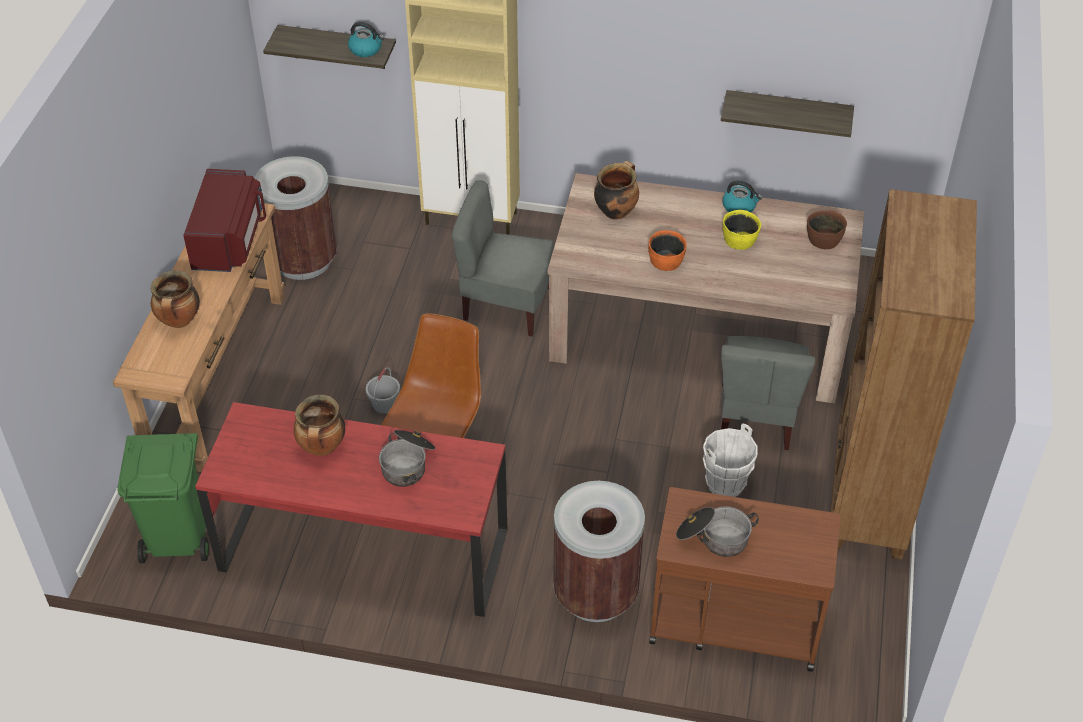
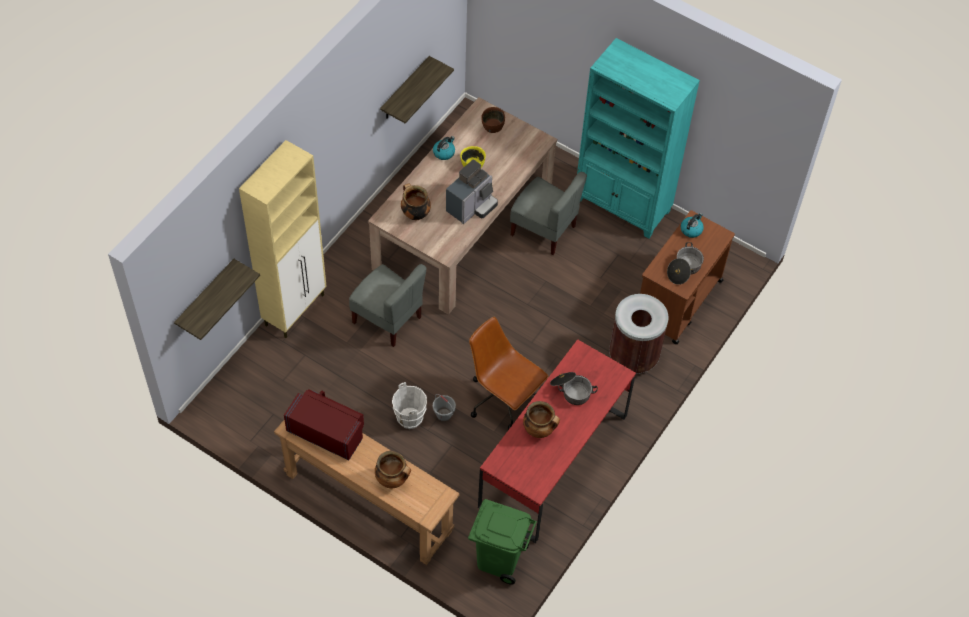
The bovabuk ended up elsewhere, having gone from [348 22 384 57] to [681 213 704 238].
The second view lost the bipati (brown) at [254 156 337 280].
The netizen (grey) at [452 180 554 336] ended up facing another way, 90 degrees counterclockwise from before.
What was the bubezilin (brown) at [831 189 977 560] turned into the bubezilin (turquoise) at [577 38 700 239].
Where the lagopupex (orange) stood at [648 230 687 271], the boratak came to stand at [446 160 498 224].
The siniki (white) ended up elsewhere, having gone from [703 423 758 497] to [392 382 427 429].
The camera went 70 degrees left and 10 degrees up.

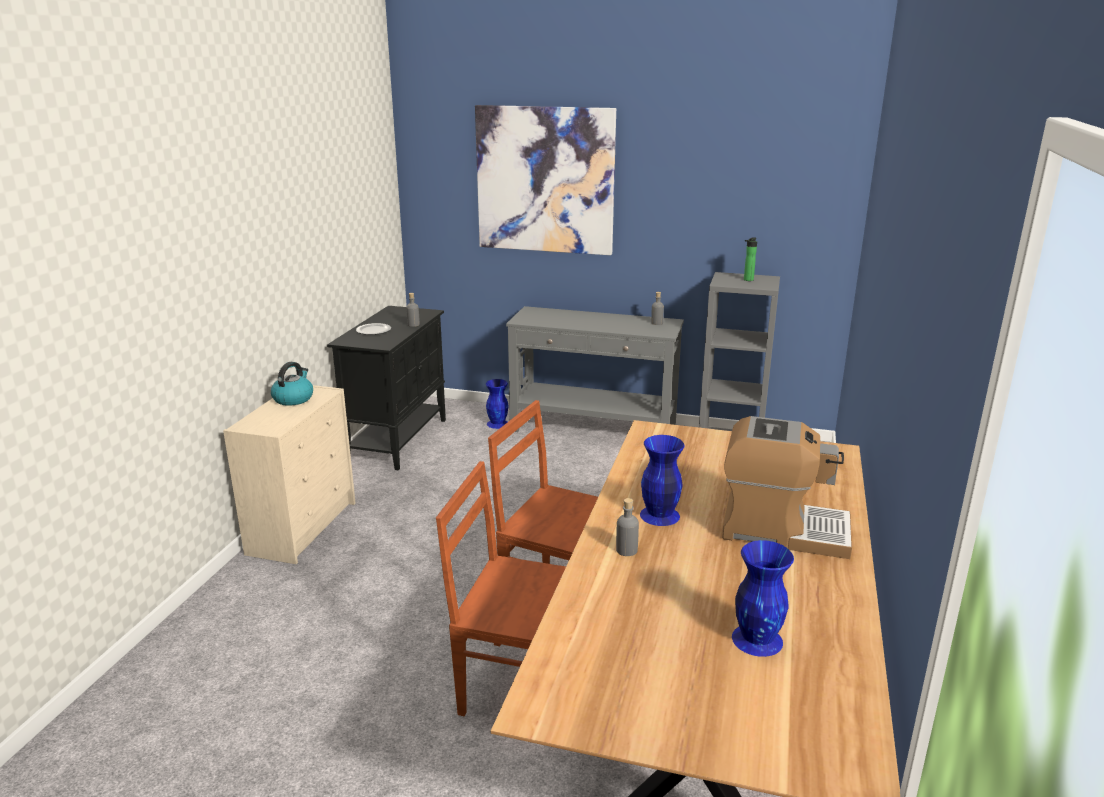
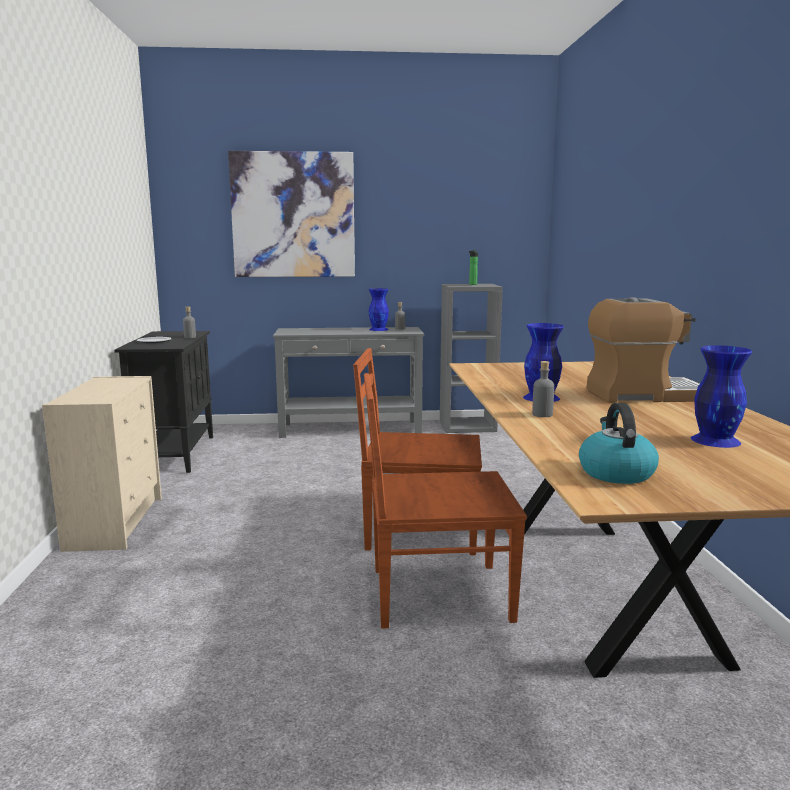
The bovabuk ended up elsewhere, having gone from [271 362 313 406] to [579 403 659 484].
The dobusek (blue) ended up elsewhere, having gone from [486 379 509 429] to [369 288 389 331].
The camera went 20 degrees left and 10 degrees down.

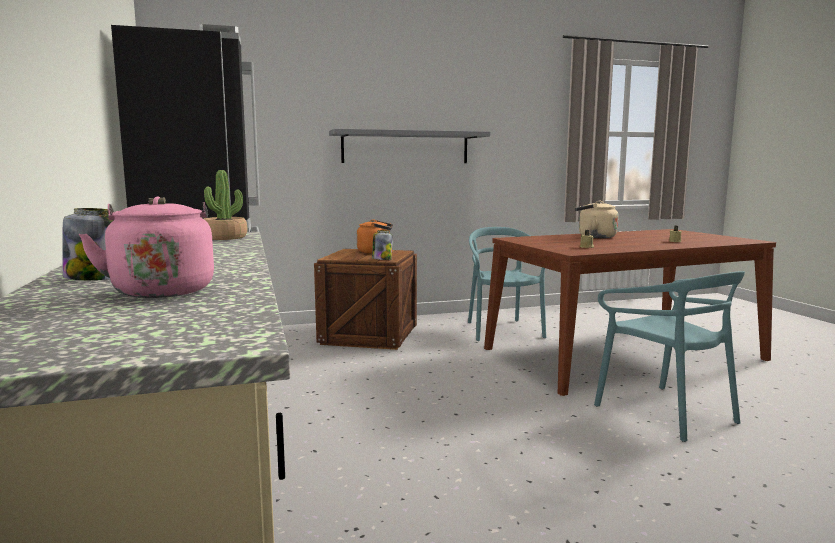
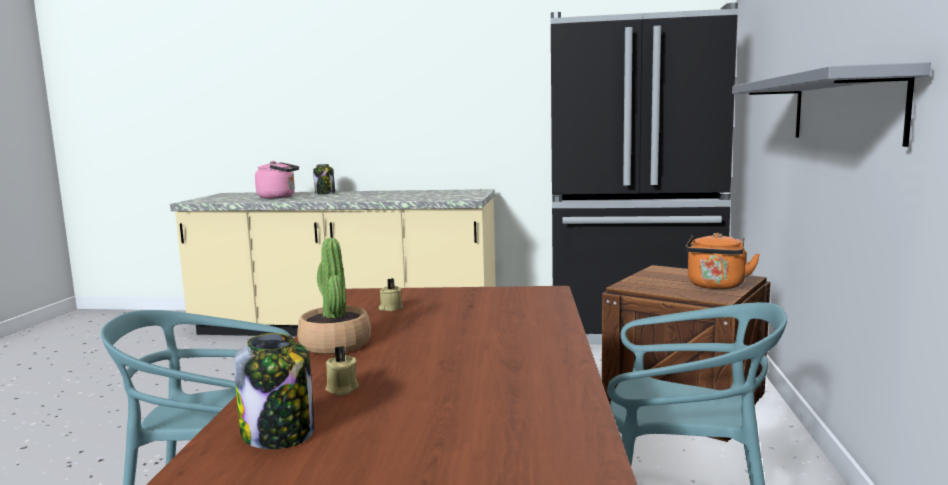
The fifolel ended up elsewhere, having gone from [204 170 248 240] to [297 238 371 354].
The second view lost the bovabuk (beige) at [575 201 619 238].
The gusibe ended up elsewhere, having gone from [372 230 393 260] to [234 333 314 449].
The camera went 115 degrees right and 0 degrees up.

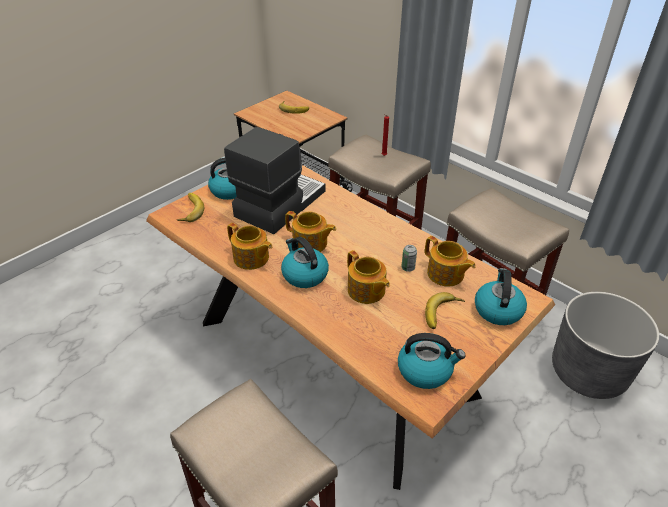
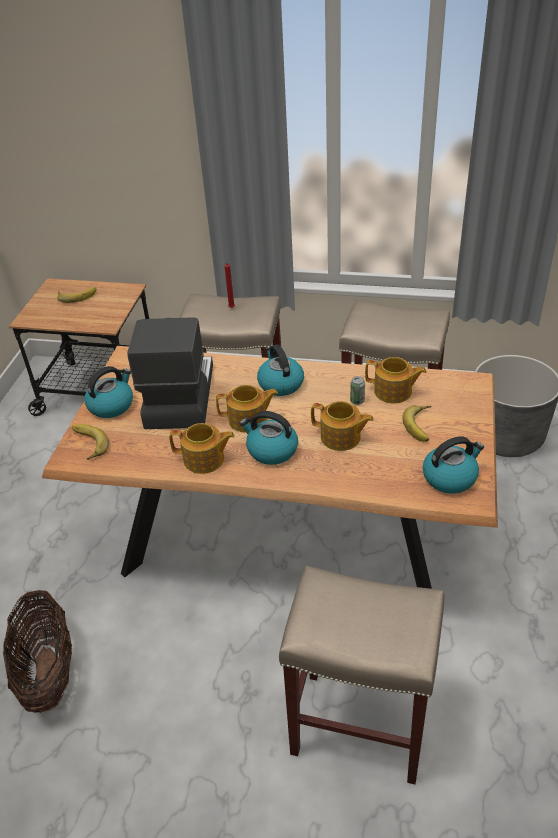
The bovabuk ended up elsewhere, having gone from [475 268 527 325] to [257 344 304 396].
The second view gained the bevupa at [2 590 72 713].
The camera went 30 degrees left and 0 degrees up.

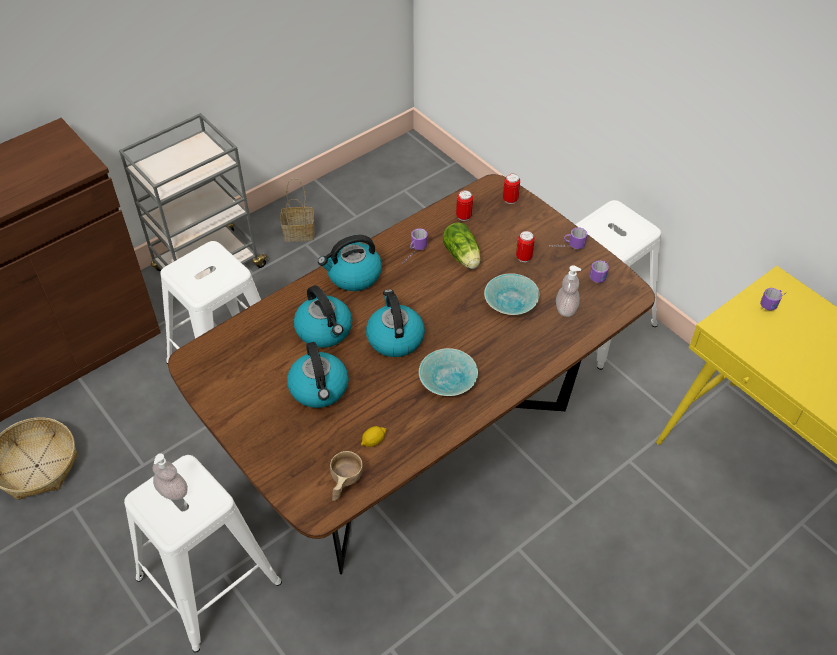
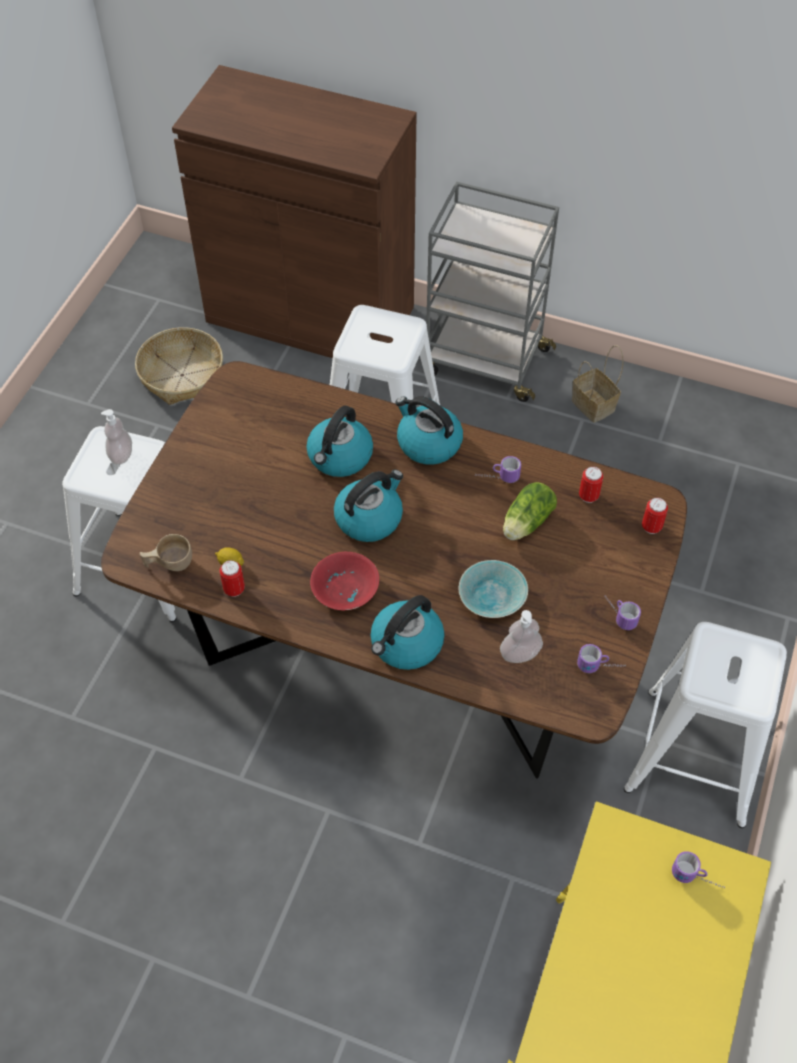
The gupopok ended up elsewhere, having gone from [516 231 535 262] to [219 560 245 597].
The bovabuk ended up elsewhere, having gone from [287 342 349 408] to [371 595 445 670].
What was the lagopupex (turquoise) at [419 348 478 396] turned into the lagopupex (red) at [310 552 379 610].
The camera went 60 degrees right and 5 degrees up.

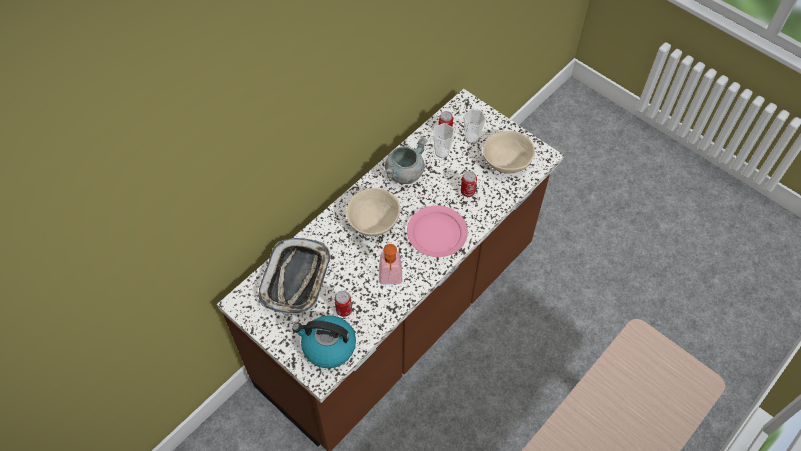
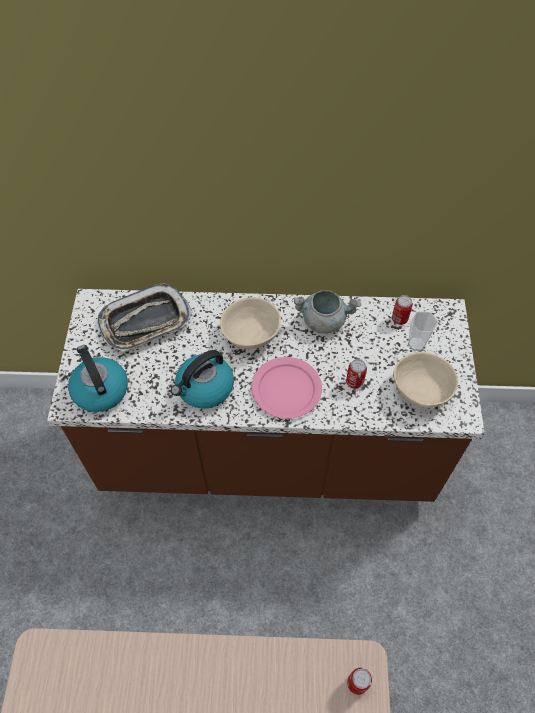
The second view lost the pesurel at [433 123 454 158].
Where the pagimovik stood at [379 244 402 285], the bovabuk came to stand at [171 350 234 409].
The gupopok ended up elsewhere, having gone from [334 291 352 317] to [347 668 372 695].
The camera went 50 degrees right and 0 degrees up.

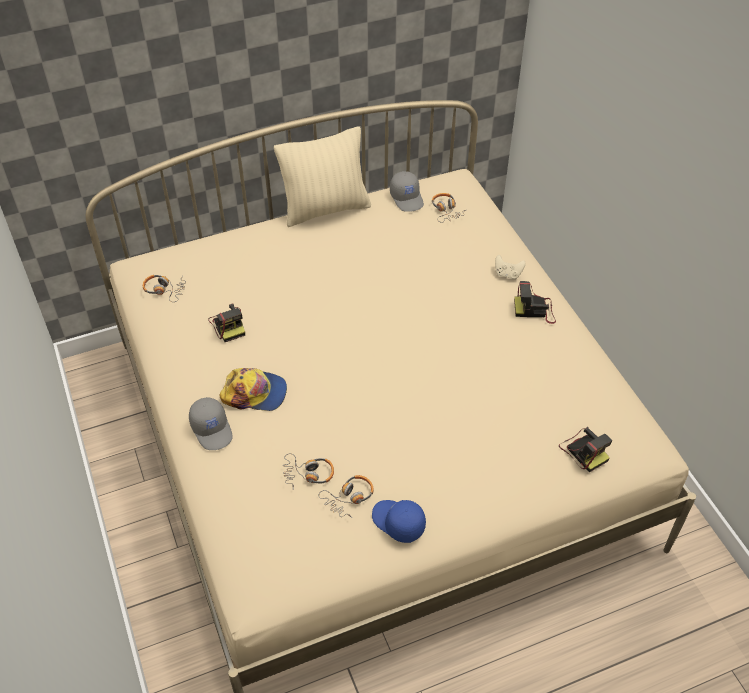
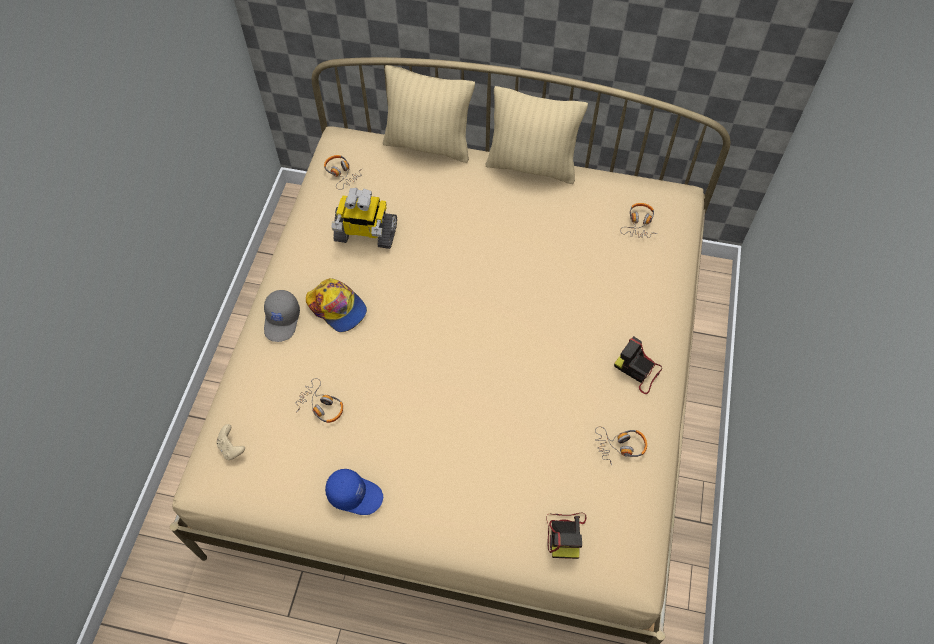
The second view lost the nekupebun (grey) at [390 171 424 212].
The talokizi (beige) ended up elsewhere, having gone from [495 255 526 279] to [216 424 245 460].
Where the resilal stood at [208 303 245 342], the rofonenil came to stand at [332 188 397 249].
The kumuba ended up elsewhere, having gone from [319 475 374 518] to [595 427 647 466].
The nekupebun (blue) at [372 500 426 543] ended up facing another way, 120 degrees clockwise from before.
The second view gained the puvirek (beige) at [383 65 475 163].
The camera went 35 degrees right and 10 degrees up.

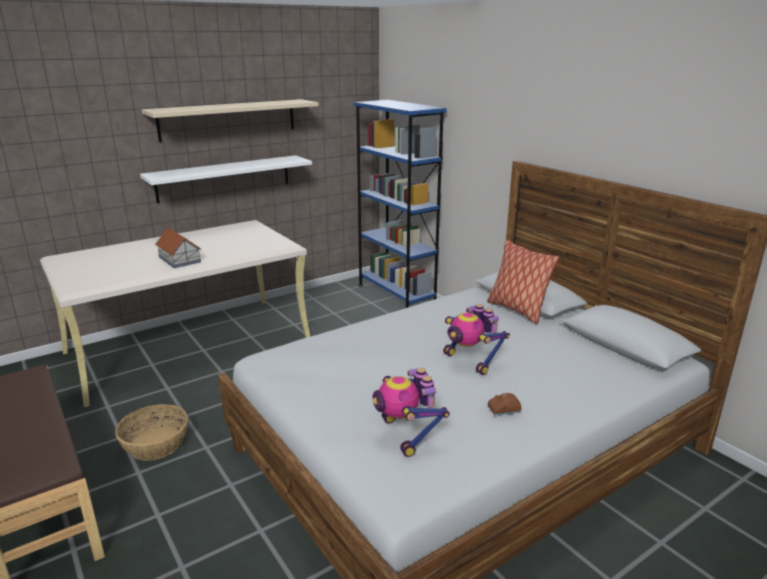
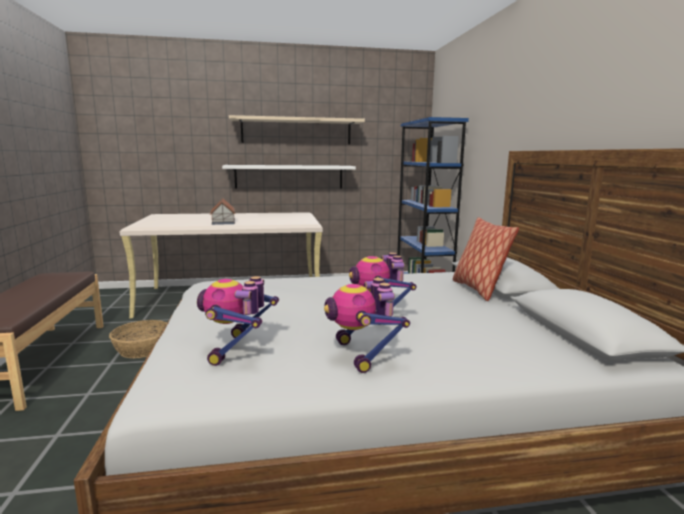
Where the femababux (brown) stood at [488 393 522 416], the rofonenil came to stand at [324 278 410 373].
The camera went 25 degrees right and 10 degrees down.

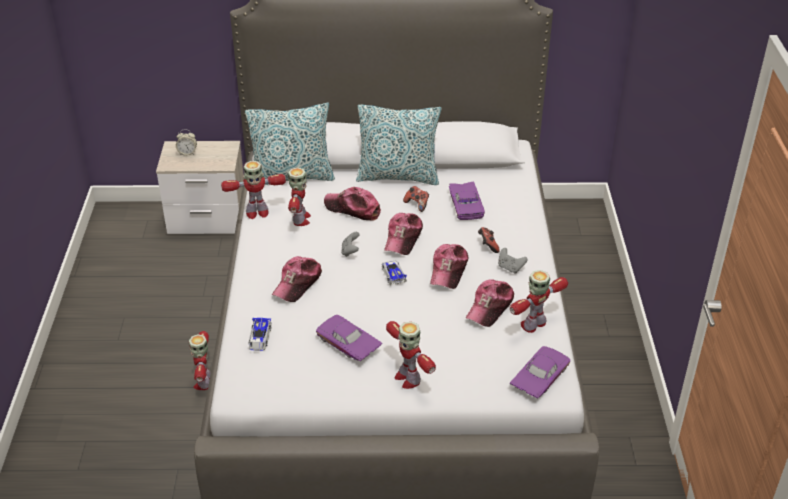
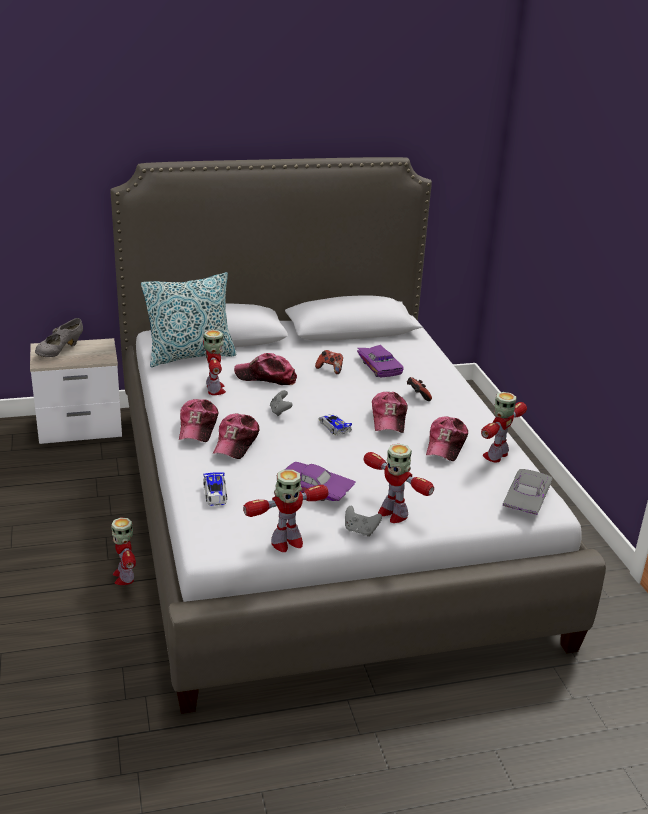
The second view lost the puvirek at [356 104 442 185].
Where the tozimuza stood at [176 129 197 156], the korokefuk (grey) came to stand at [35 318 83 357].
The rofonenil ended up elsewhere, having gone from [221 161 286 219] to [243 470 329 552].
The nekupebun ended up elsewhere, having gone from [384 213 423 255] to [179 399 218 442].
The talokizi (grey) ended up elsewhere, having gone from [498 248 528 274] to [345 505 382 537].
What was the femababux (purple) at [510 346 570 399] turned into the femababux (grey) at [503 469 553 515].
The camera went 15 degrees left and 10 degrees down.

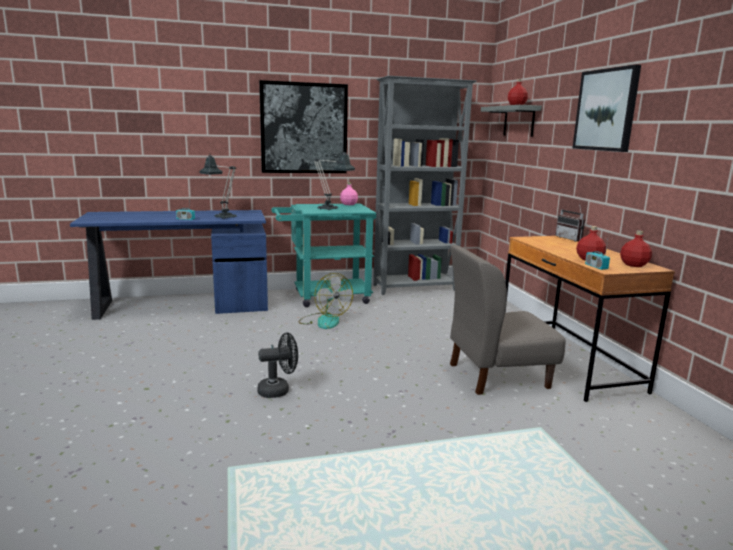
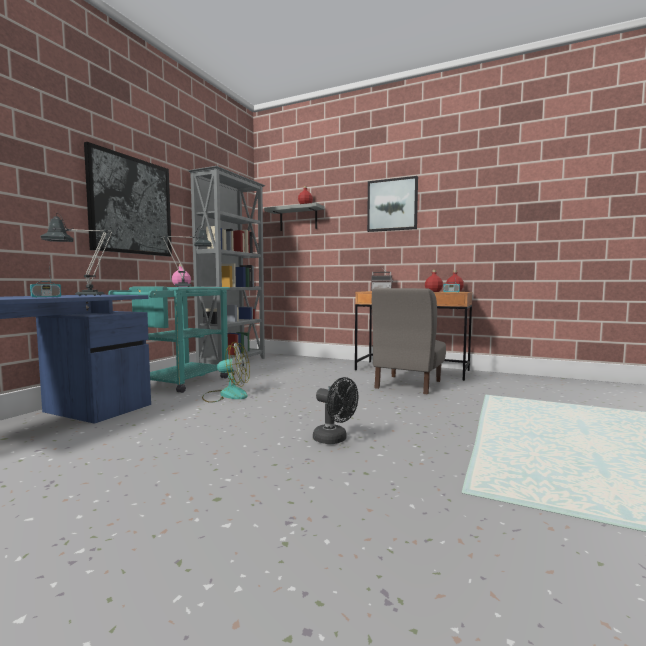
The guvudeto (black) at [257 333 298 398] ended up facing another way, 105 degrees clockwise from before.
The camera went 50 degrees left and 10 degrees down.

